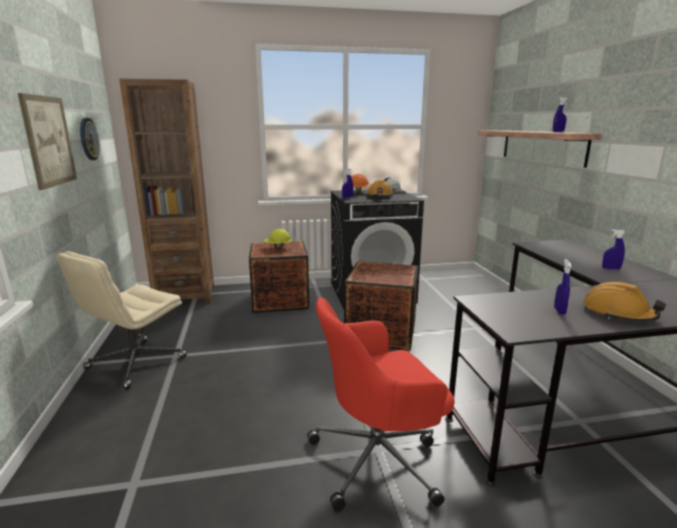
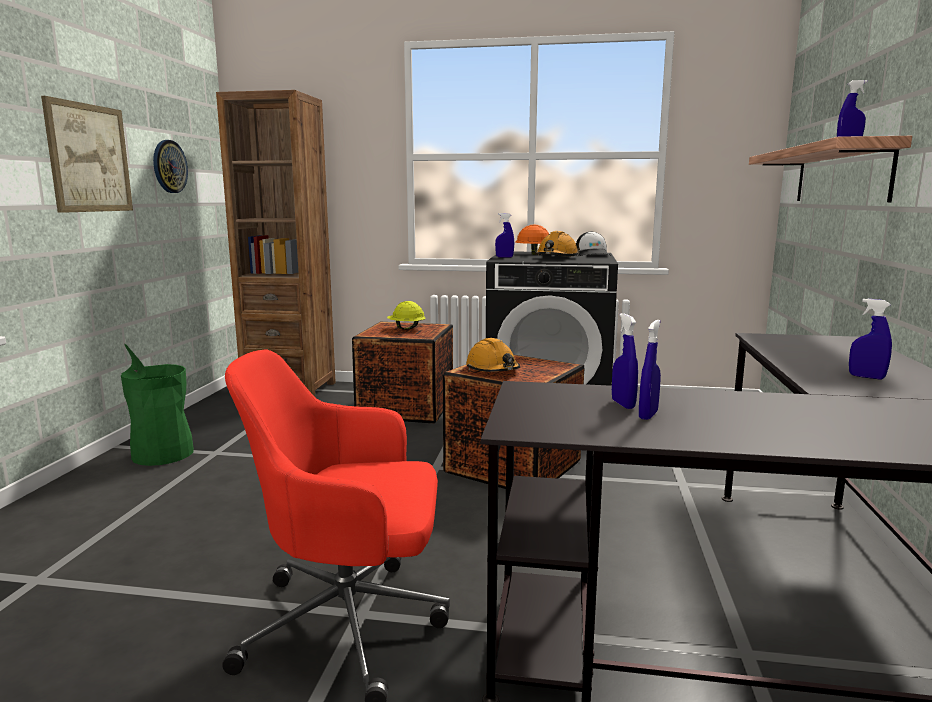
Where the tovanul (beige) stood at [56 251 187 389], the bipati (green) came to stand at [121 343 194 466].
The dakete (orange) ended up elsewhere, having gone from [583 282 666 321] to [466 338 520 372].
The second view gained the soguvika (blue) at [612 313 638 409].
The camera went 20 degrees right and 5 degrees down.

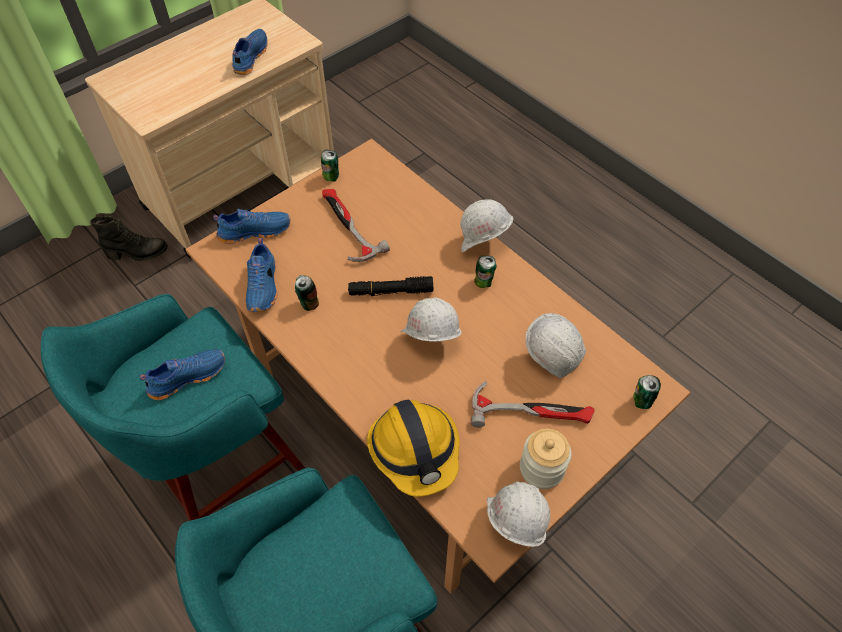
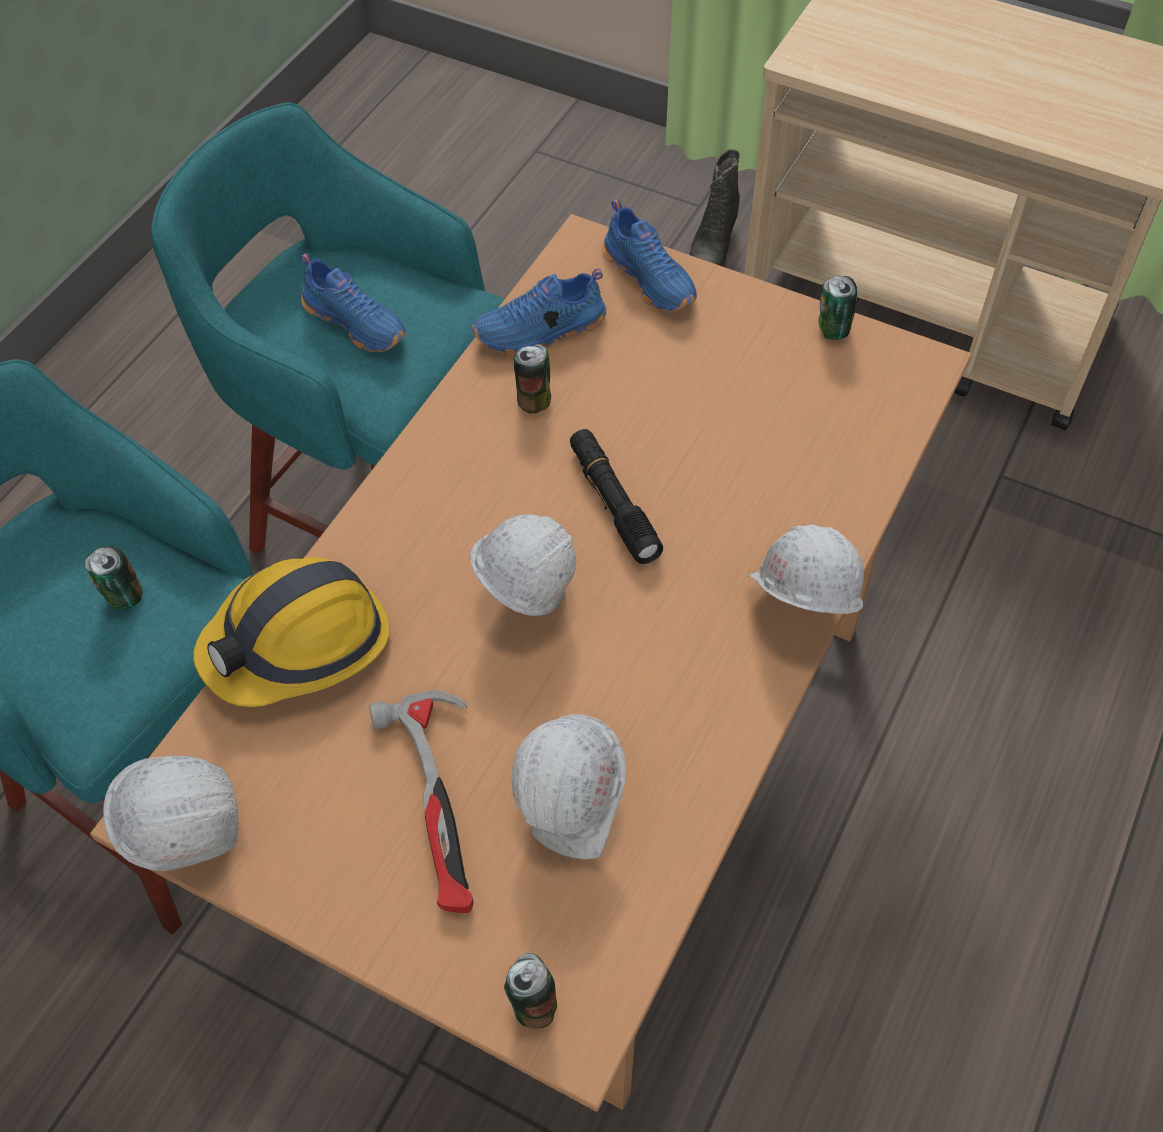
The second view lost the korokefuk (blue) at [232 29 268 75].
The second view lost the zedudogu at [322 189 390 262].
The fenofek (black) at [90 215 168 262] ended up facing another way, 45 degrees clockwise from before.
The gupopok ended up elsewhere, having gone from [474 256 496 288] to [84 546 142 611].
The second view lost the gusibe at [520 429 572 489].
The camera went 70 degrees right and 0 degrees up.

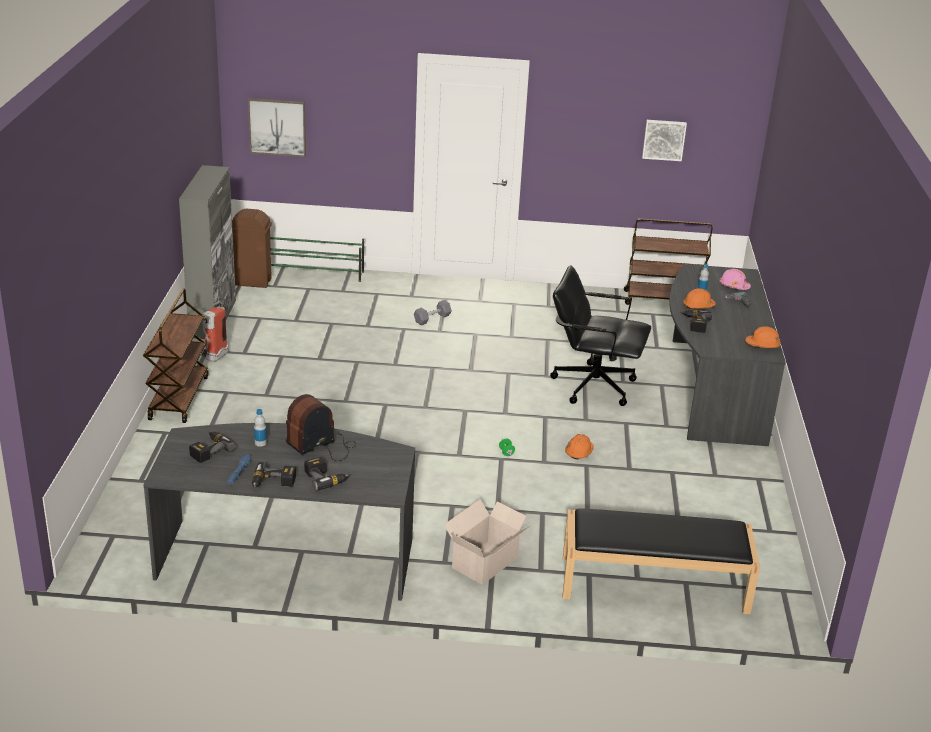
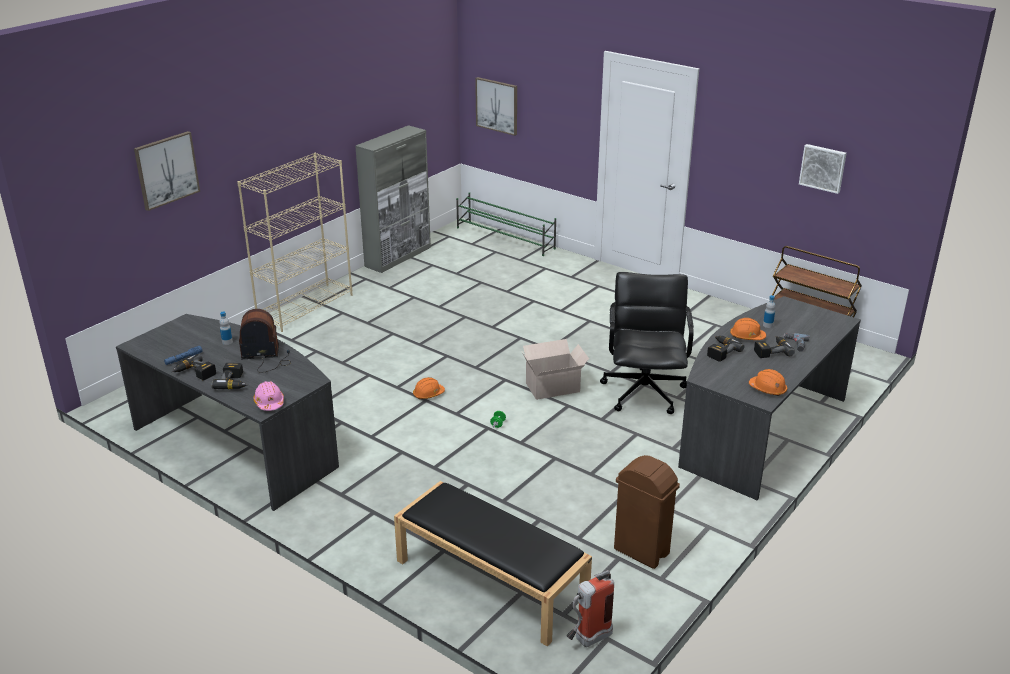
The bipati (brown) ended up elsewhere, having gone from [232 209 272 288] to [614 455 680 569].
The tovanul (black) at [550 265 651 406] ended up facing another way, 45 degrees clockwise from before.
The dakete (pink) ended up elsewhere, having gone from [719 269 751 290] to [253 381 284 411].
Where the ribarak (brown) stood at [143 289 209 423], the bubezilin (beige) came to stand at [237 153 352 332].
The second view lost the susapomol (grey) at [414 300 452 325].
The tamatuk ended up elsewhere, having gone from [201 301 228 362] to [566 570 614 647].
The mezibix ended up elsewhere, having gone from [189 432 235 463] to [754 336 795 358].
The dakete (orange) ended up elsewhere, having gone from [565 434 594 460] to [413 377 445 399].
The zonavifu ended up elsewhere, having gone from [444 499 531 585] to [522 339 589 400].
The second view gained the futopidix at [134 131 200 211].
The camera went 35 degrees right and 0 degrees up.

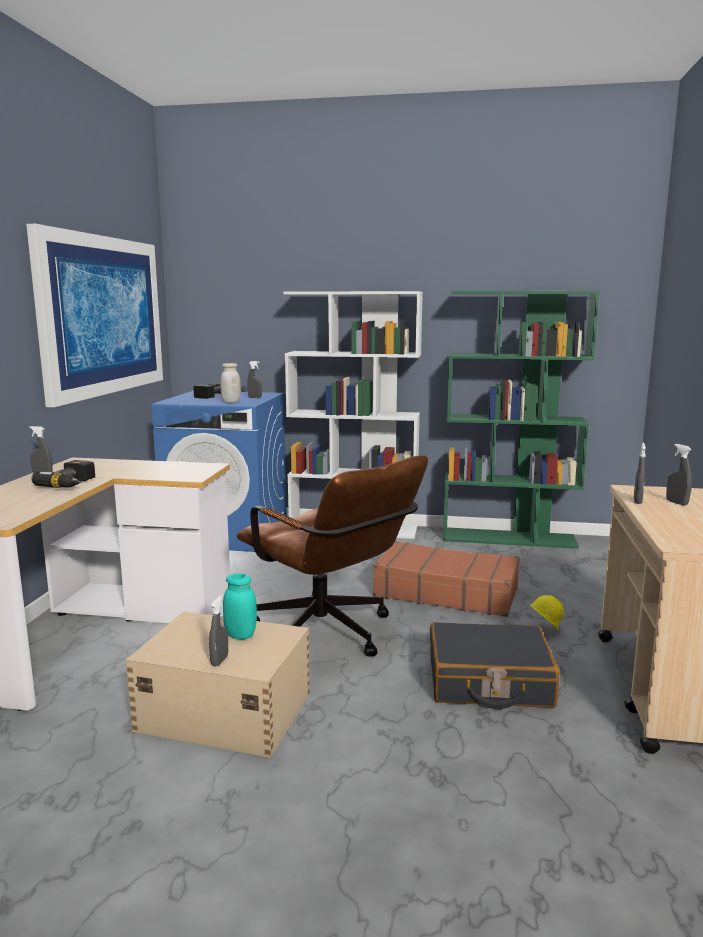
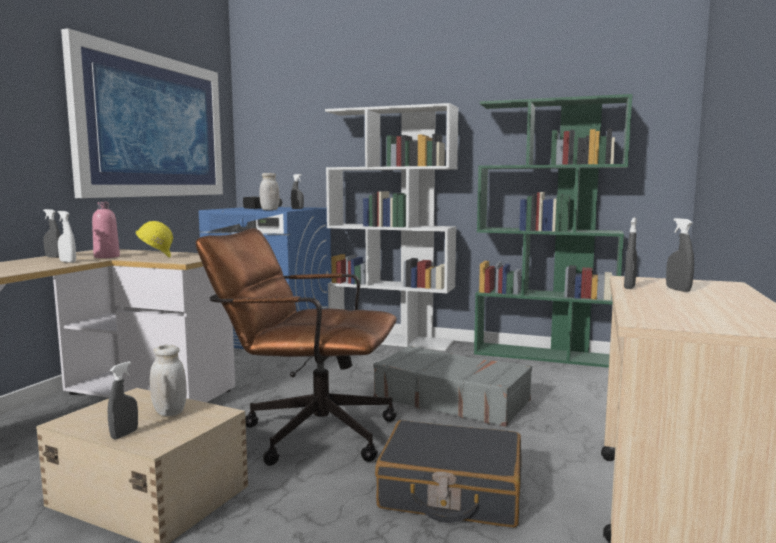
The tovanul (brown) at [237 456 428 657] ended up facing another way, 135 degrees clockwise from before.
Where the mezibix stood at [31 460 95 488], the soguvika (white) came to stand at [58 211 76 263].
What was the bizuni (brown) at [373 541 520 617] turned into the bizuni (grey) at [373 346 532 427].
What was the gusibe (turquoise) at [223 573 257 639] turned into the gusibe (white) at [150 345 187 416].
The dakete (yellow) ended up elsewhere, having gone from [530 595 564 630] to [136 221 173 258].
The second view gained the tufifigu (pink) at [92 202 120 258].
The camera went 10 degrees right and 5 degrees down.

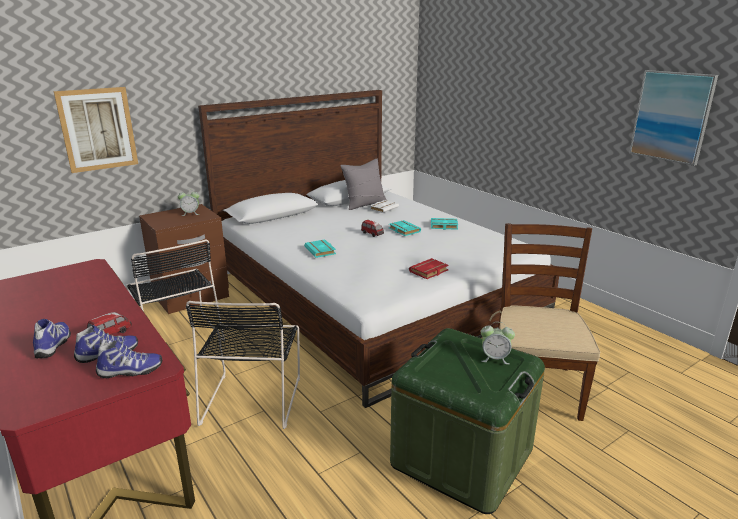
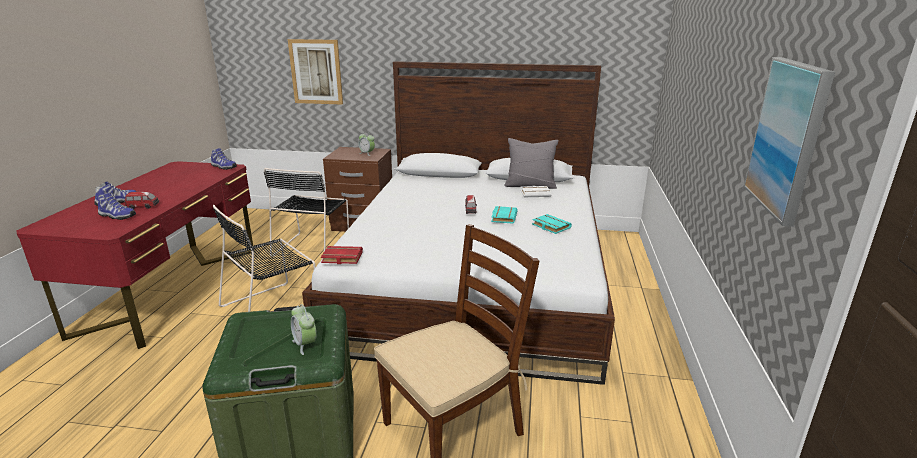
The second view lost the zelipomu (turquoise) at [304 239 336 258].
The zelipomu (red) ended up elsewhere, having gone from [409 258 449 279] to [321 246 363 264].
The korokefuk ended up elsewhere, having gone from [96 340 162 378] to [211 148 237 170].
The camera went 45 degrees right and 0 degrees up.

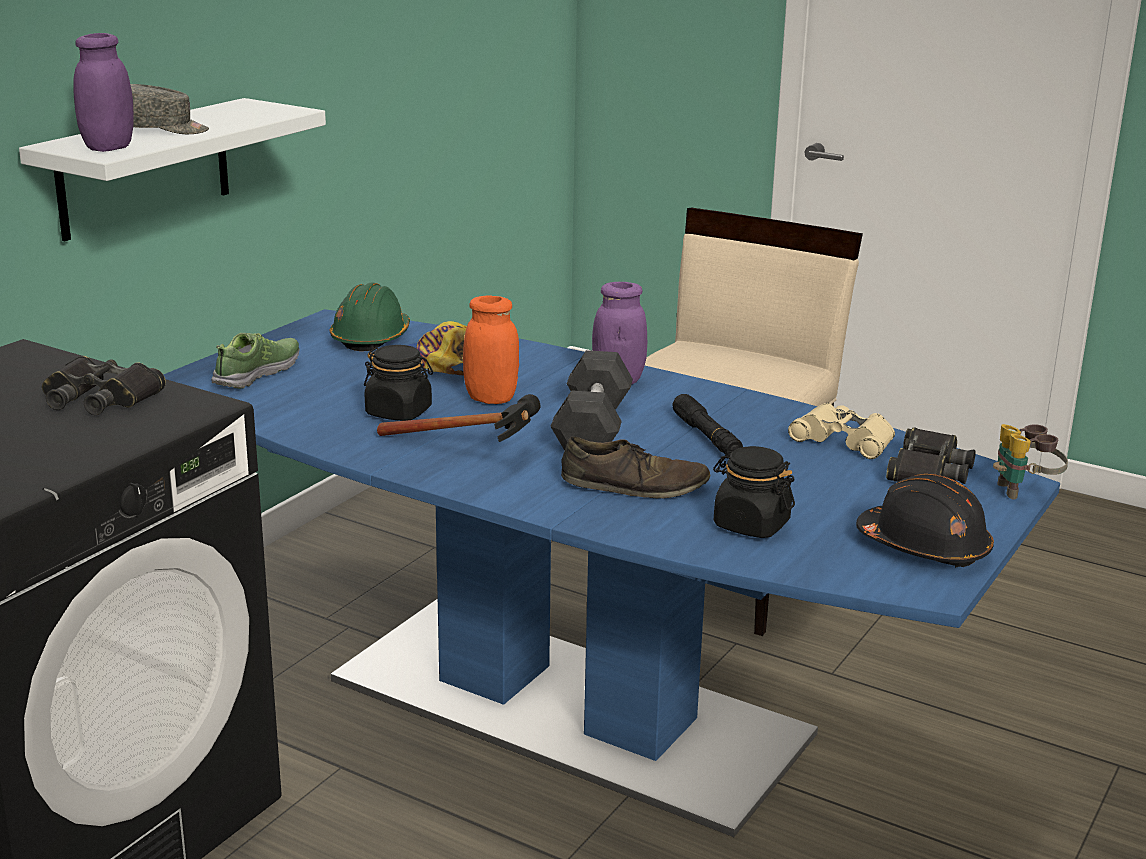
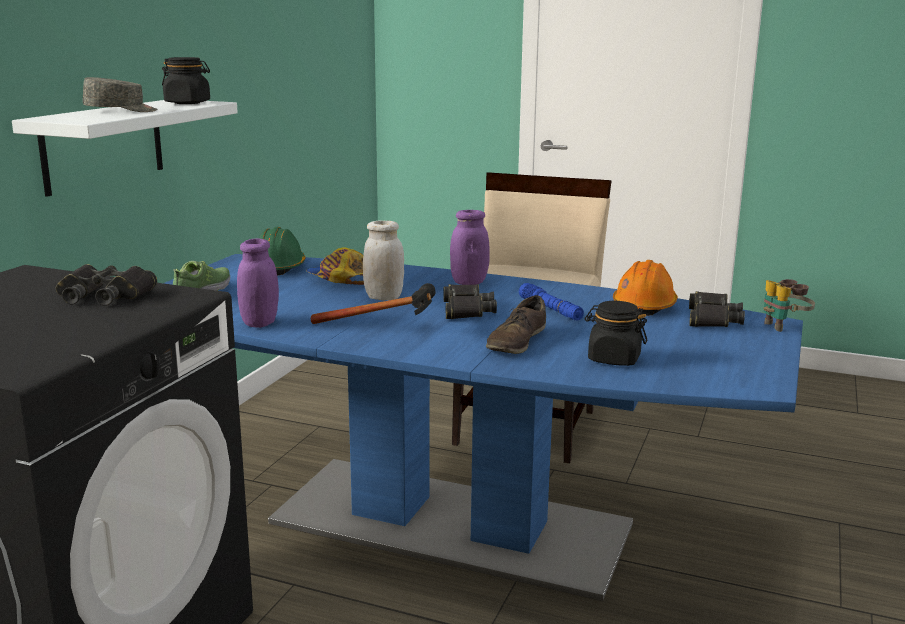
The gusibe (purple) ended up elsewhere, having gone from [73 33 134 152] to [237 238 279 328].
What was the gusibe (orange) at [463 295 519 404] turned into the gusibe (white) at [363 221 404 300].
The gusibe (black) ended up elsewhere, having gone from [364 345 433 421] to [162 57 210 104].
Where the susapomol (grey) stood at [550 350 633 451], the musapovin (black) came to stand at [443 284 497 319].
What was the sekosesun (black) at [673 394 743 457] turned into the sekosesun (blue) at [519 283 584 320].
Where the musapovin (beige) stood at [788 403 895 459], the dakete (orange) came to stand at [613 260 678 316].
The korokefuk (brown) at [561 437 711 498] ended up facing another way, 120 degrees clockwise from before.
The second view lost the dakete (black) at [856 474 994 568].
The camera went 10 degrees left and 5 degrees down.

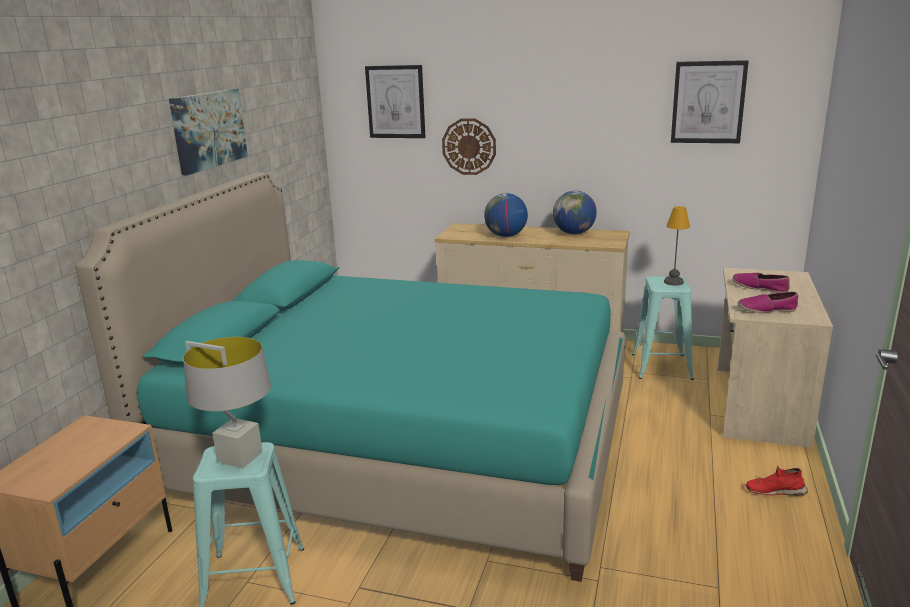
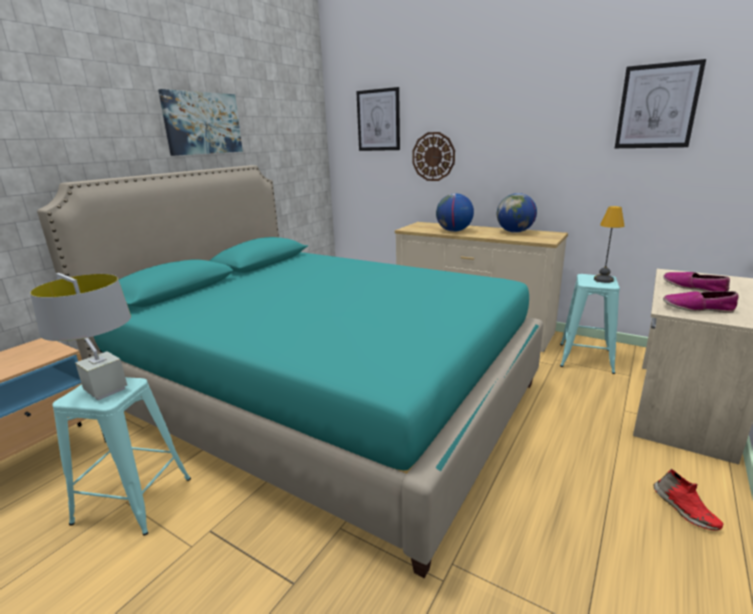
The korokefuk (red) at [746 466 808 496] ended up facing another way, 135 degrees counterclockwise from before.
The camera went 15 degrees right and 0 degrees up.

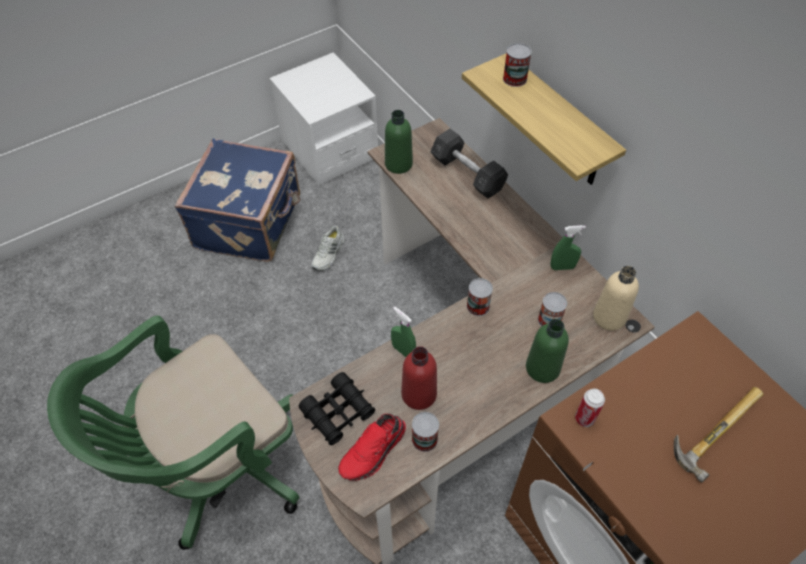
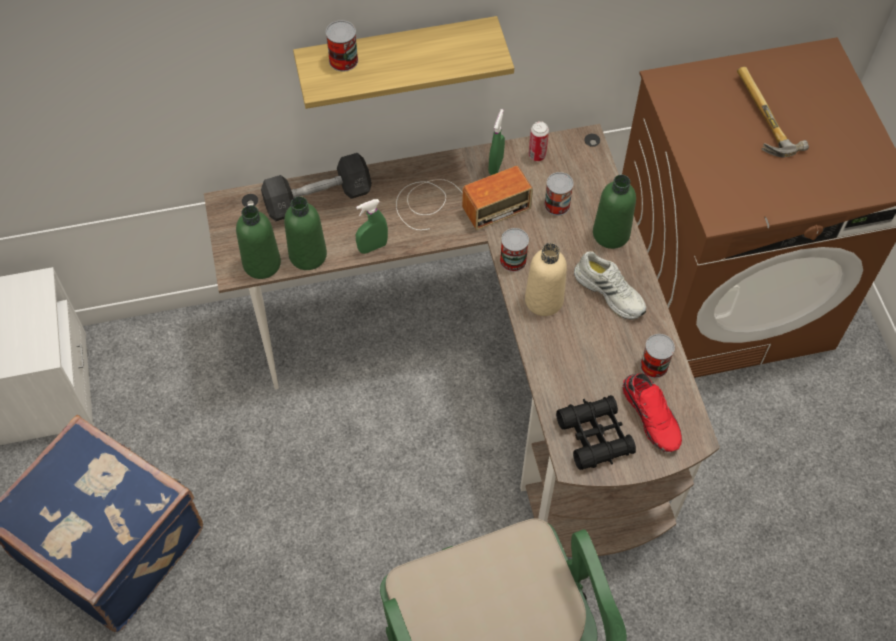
The korokefuk (white) ended up elsewhere, having gone from [311 226 344 271] to [574 251 646 320].
The tufifigu (beige) ended up elsewhere, having gone from [593 266 639 331] to [525 243 567 316].
The soguvika (green) ended up elsewhere, having gone from [391 307 416 357] to [356 199 388 254].
The second view lost the tufifigu (red) at [401 346 437 410].
The gupopok ended up elsewhere, having gone from [575 389 605 427] to [529 121 549 161].
The second view gained the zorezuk at [396 166 533 230].
The second view gained the tufifigu (green) at [284 196 327 270].
The camera went 70 degrees left and 5 degrees up.

